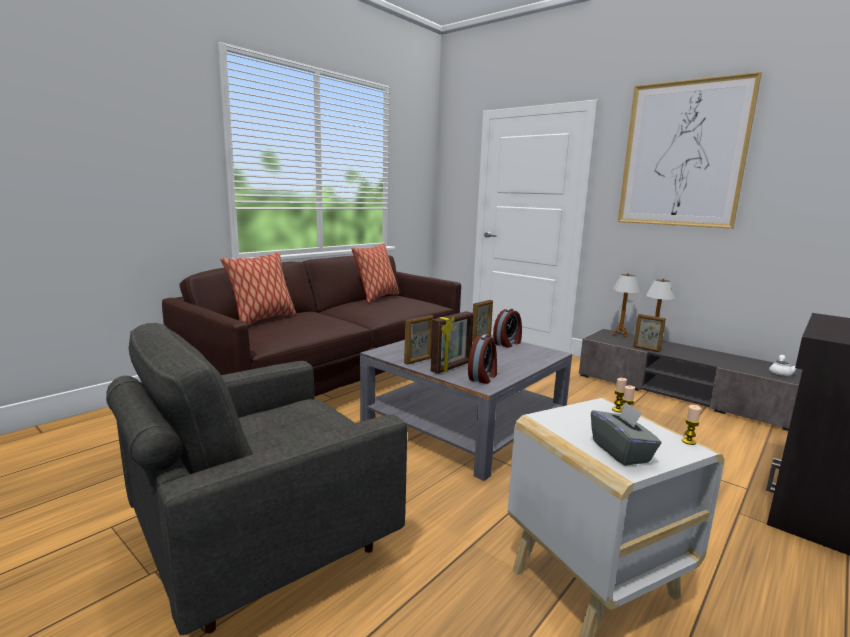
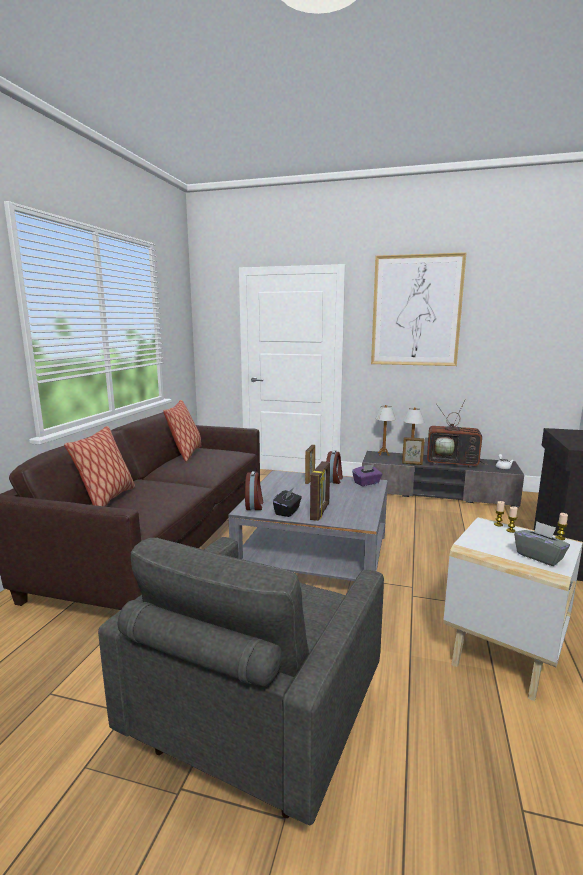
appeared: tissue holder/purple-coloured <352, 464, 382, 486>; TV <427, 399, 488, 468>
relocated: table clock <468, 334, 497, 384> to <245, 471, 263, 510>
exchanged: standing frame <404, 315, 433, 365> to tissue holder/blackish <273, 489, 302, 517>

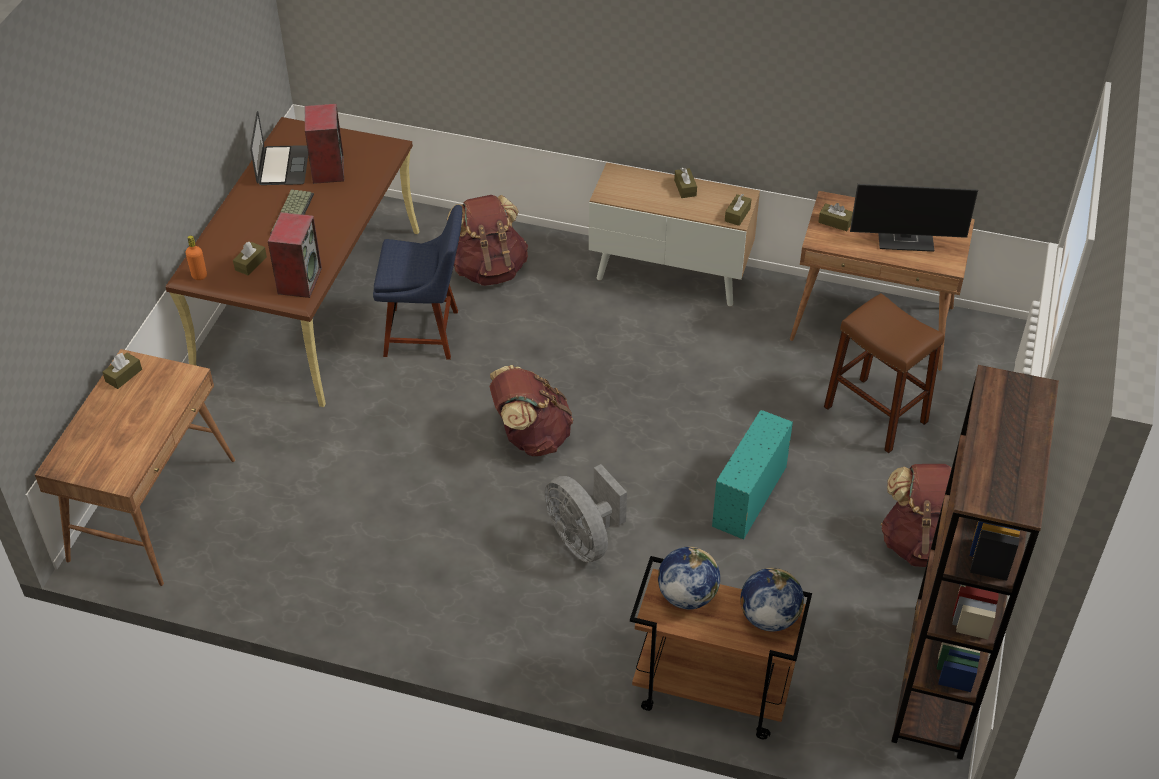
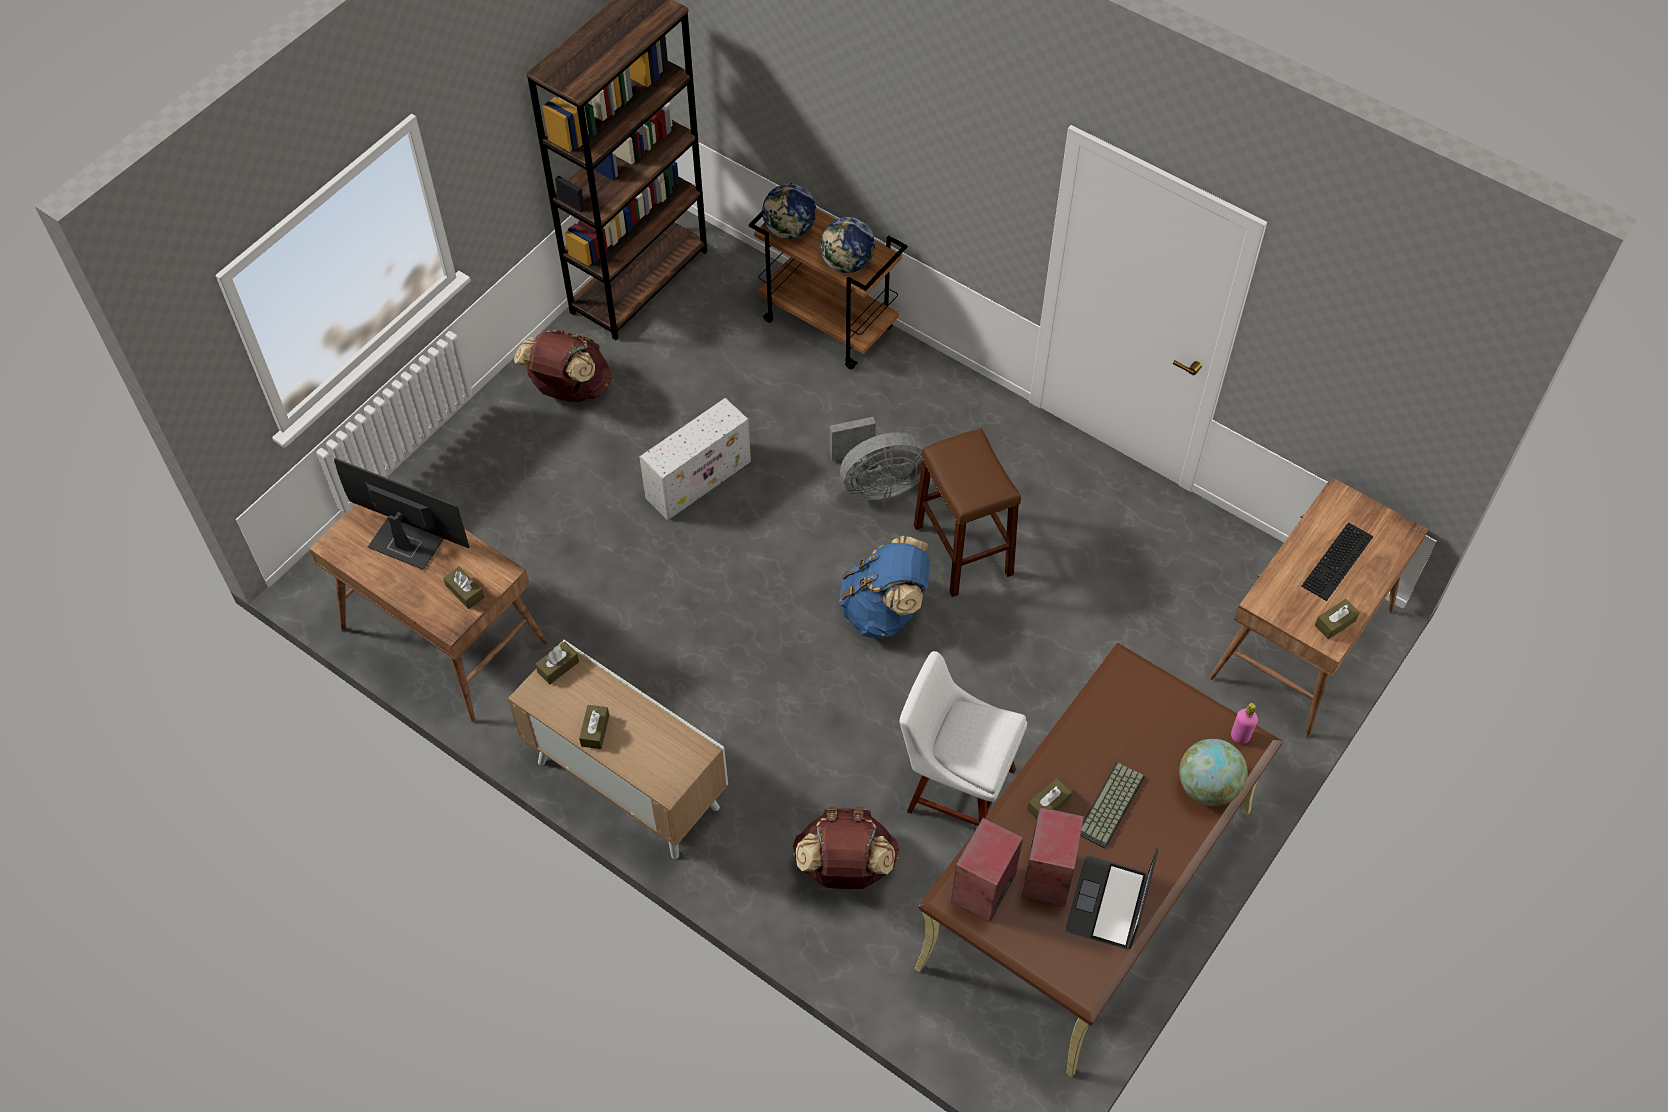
appeared: world globe <1179, 739, 1248, 806>; keyboard <1302, 522, 1374, 601>
relocated: tissue holder/brown <233, 242, 267, 276> to <1027, 778, 1072, 819>; speaker <268, 212, 322, 298> to <951, 818, 1023, 922>; sitting stool/brown <824, 293, 944, 453> to <914, 428, 1021, 597>
colour: drink bottle/orangey <186, 235, 207, 280> to drink bottle/pink-coloured <1231, 703, 1258, 744>; upright chair/blue-coloured <373, 205, 462, 360> to upright chair/white-coloured <900, 651, 1027, 826>; rucksack/brown <489, 365, 573, 456> to rucksack/blue-coloured <840, 536, 930, 639>; storage bin/turquoise <712, 410, 793, 540> to storage bin/white-coloured <639, 398, 751, 520>
spun: electric fan/gray <545, 464, 627, 562> = <830, 417, 926, 500> 90 degrees clockwise

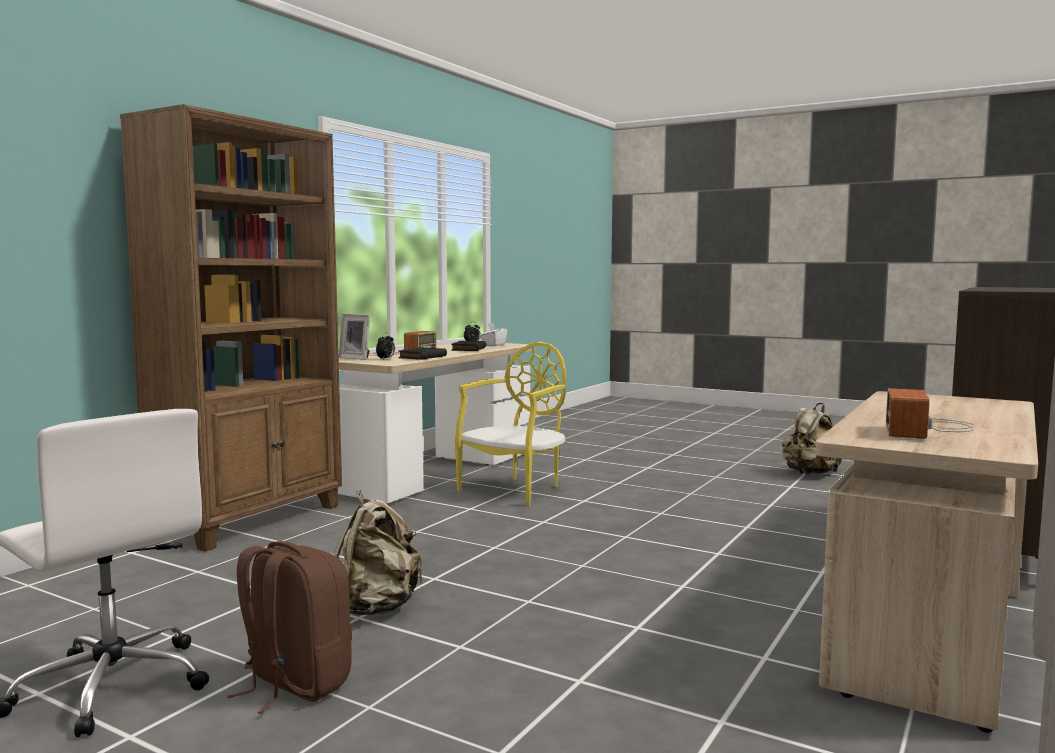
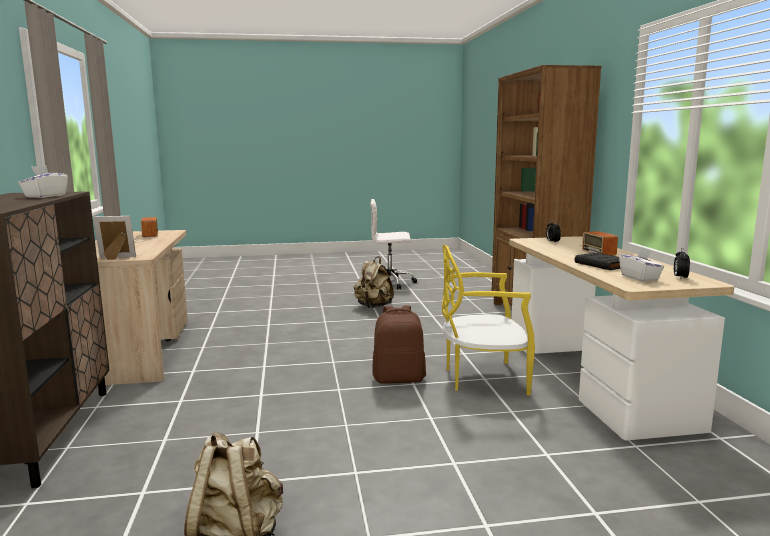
missing: volume/blackish <398, 347, 447, 360>
appeared: tissue holder/white-coloured <18, 165, 68, 198>
relocated: rucksack/brown <227, 541, 352, 714> to <372, 305, 426, 384>; standing frame <339, 314, 370, 360> to <93, 216, 136, 260>
spun: upright chair/yellowish <455, 342, 566, 506> = <442, 245, 535, 396> 90 degrees clockwise

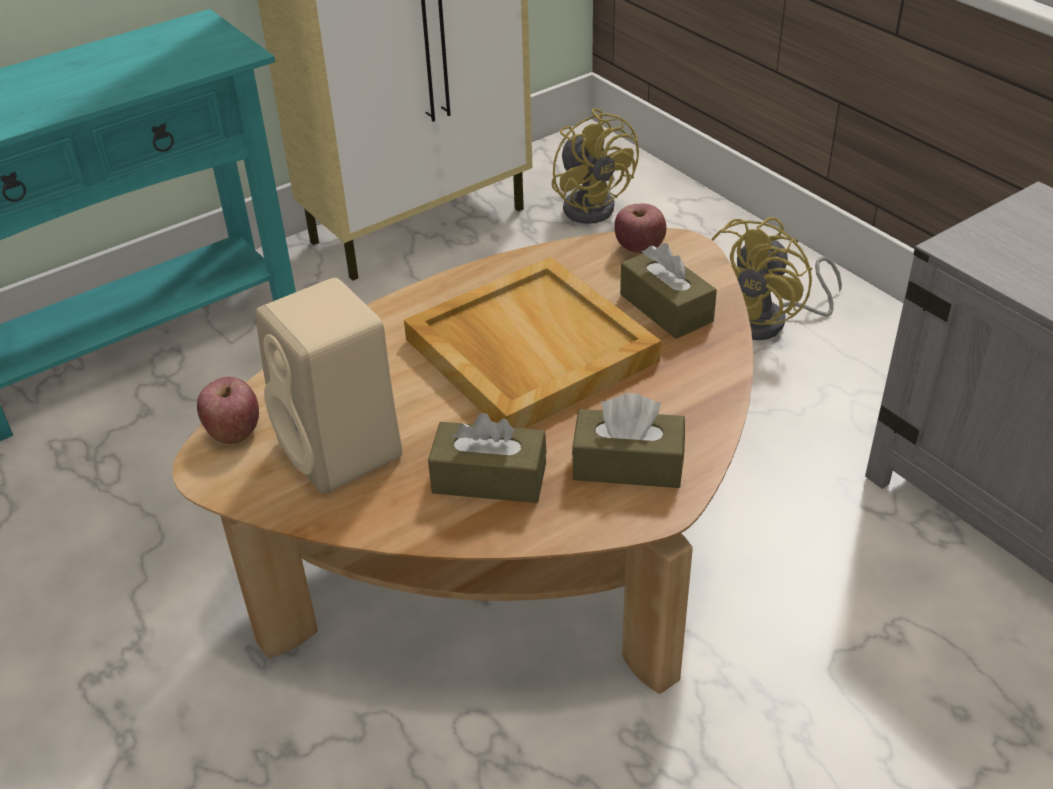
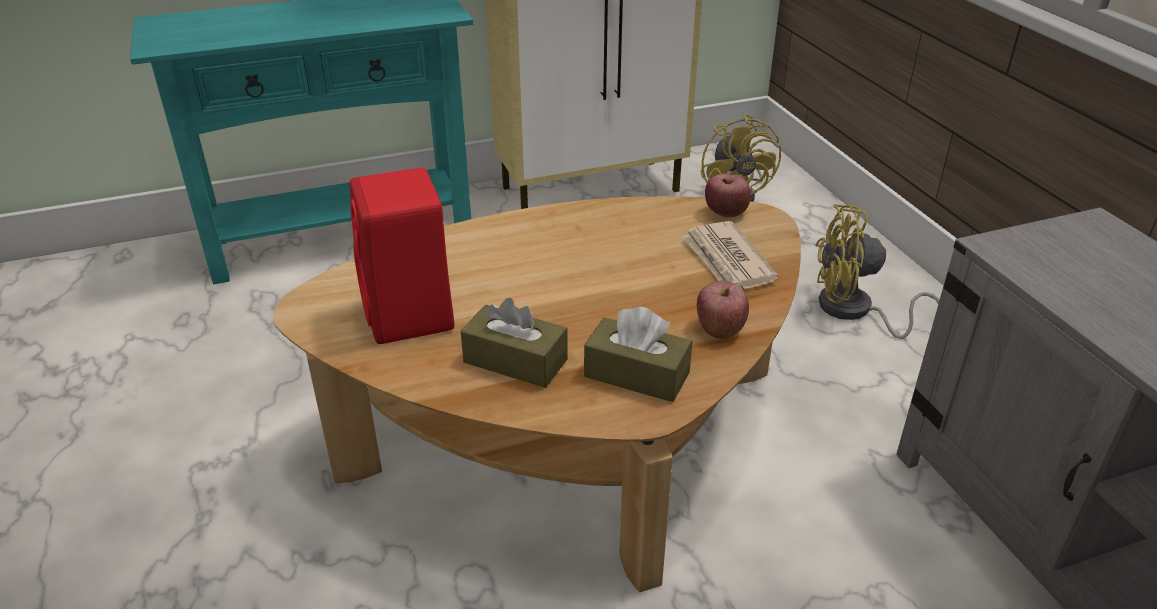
missing: serving tray/beige <404, 257, 661, 429>
relocated: apple fruit <197, 377, 259, 444> to <697, 281, 749, 339>
exchanged: tissue holder/brown <620, 243, 717, 339> to daily paper <682, 221, 778, 290>
colour: speaker/beige <255, 278, 402, 493> to speaker/red <350, 168, 454, 344>
spun: electric fan/yellowish <711, 217, 842, 340> = <815, 204, 940, 339> 45 degrees clockwise

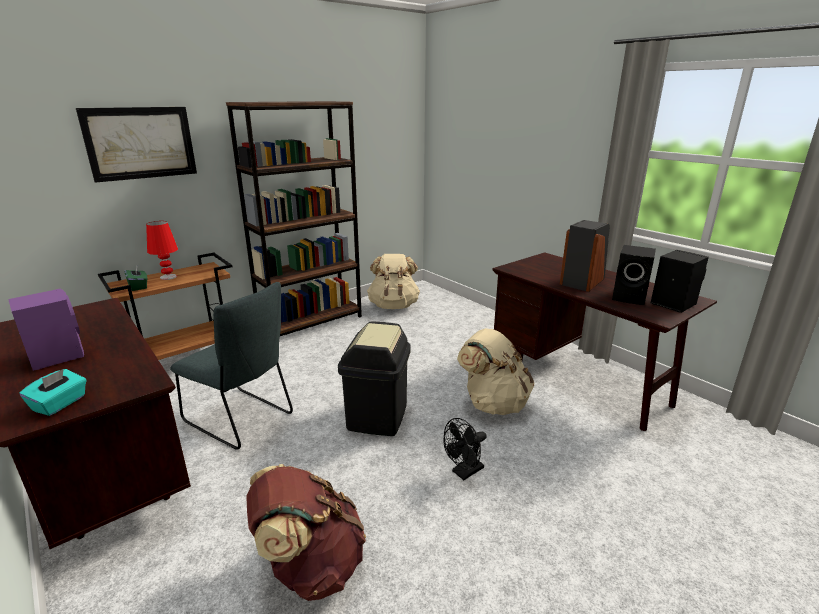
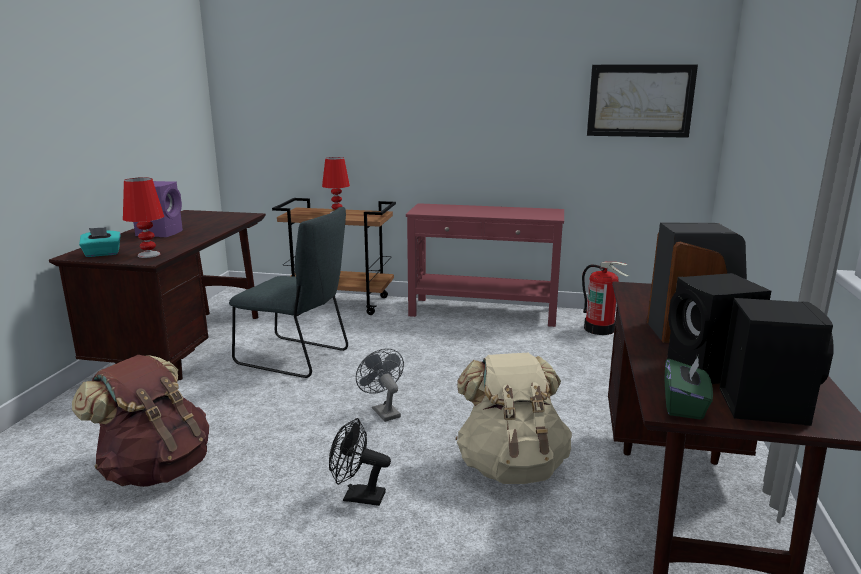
appeared: tabletop lamp/red <123, 177, 164, 258>
relocated: picture <76, 107, 197, 183> to <587, 64, 698, 138>; tissue holder/greenish <125, 267, 147, 291> to <664, 355, 713, 420>
exchanged: shelving unit/brown <226, 101, 362, 336> to narrow table/red <406, 203, 564, 327>; rubbish bin/blackish <338, 321, 411, 436> to electric fan/gray <356, 348, 404, 422>; rucksack/beige <367, 254, 420, 309> to extinguisher <582, 261, 629, 335>
spun: upright chair/gray <170, 282, 293, 450> = <229, 207, 348, 378> 60 degrees counterclockwise

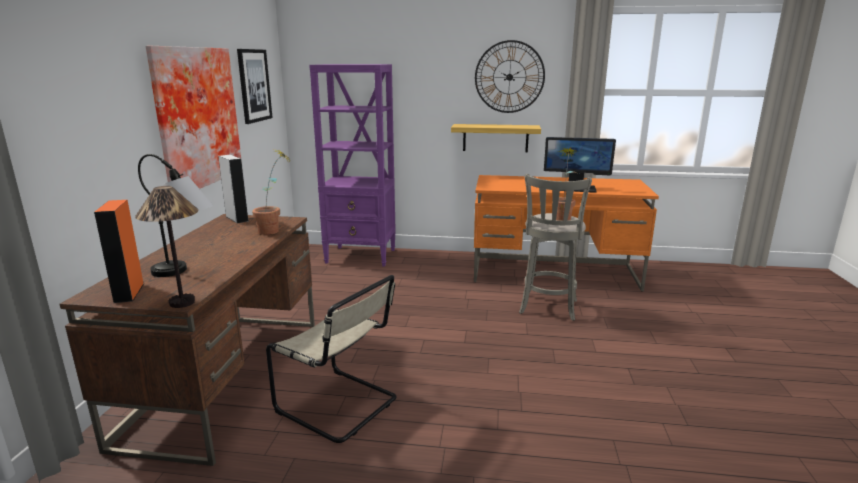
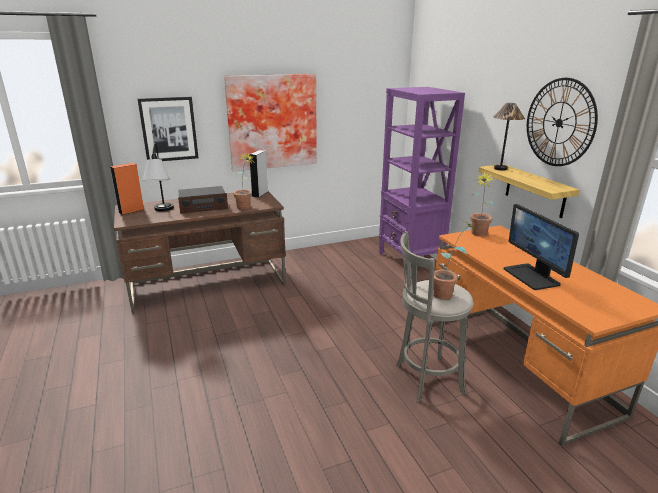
missing: upright chair/beige <266, 275, 397, 443>
appeared: radio set <178, 186, 228, 214>; potted plant <471, 171, 497, 236>
relocated: tabletop lamp <135, 186, 198, 308> to <493, 103, 525, 171>; picture <237, 49, 273, 124> to <138, 97, 198, 161>

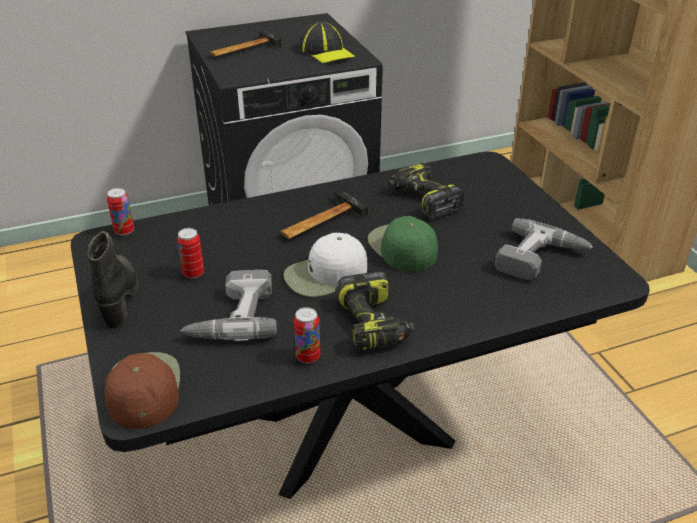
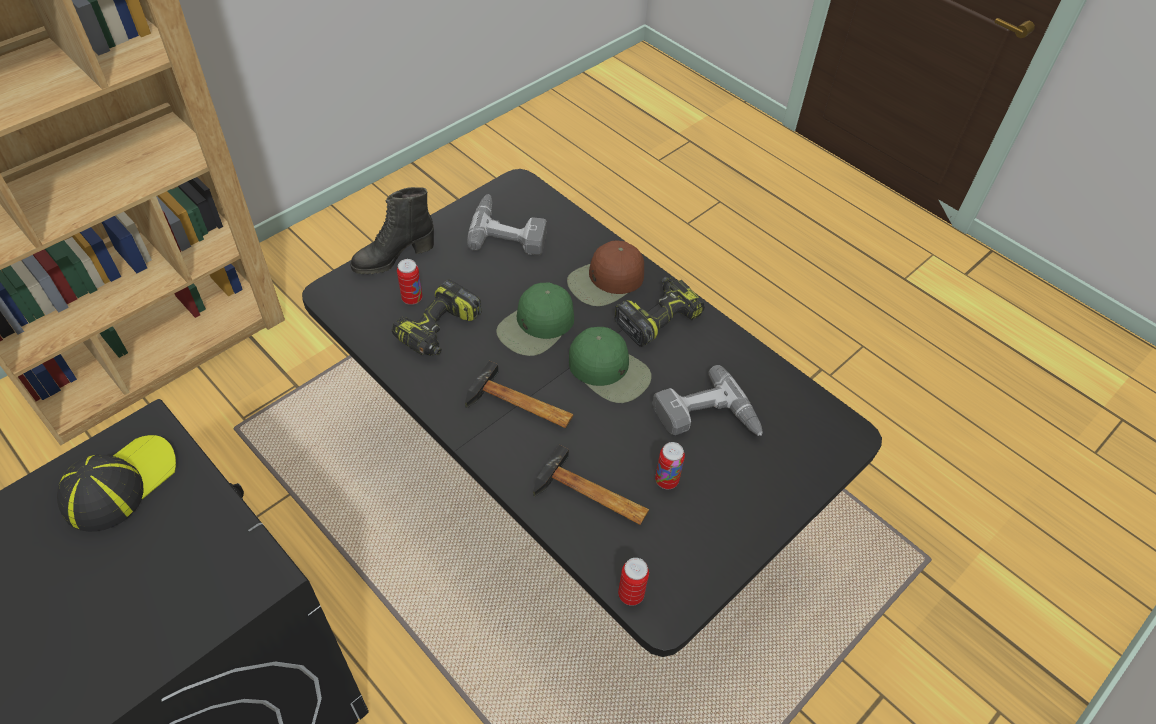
relocated: tall boot/blackish <87, 231, 139, 329> to <350, 187, 434, 274>; baseball cap/brown <104, 352, 180, 429> to <567, 240, 644, 306>; hammer <210, 31, 282, 57> to <533, 445, 649, 525>; can <294, 307, 320, 363> to <397, 259, 422, 305>
colour: baseball cap/white-coloured <284, 233, 367, 297> to baseball cap/greenish <569, 327, 652, 403>

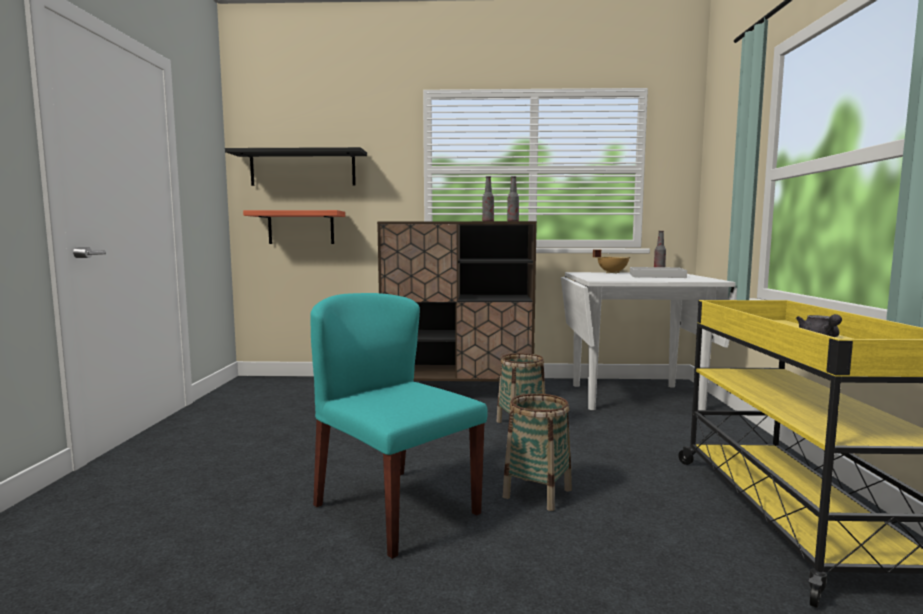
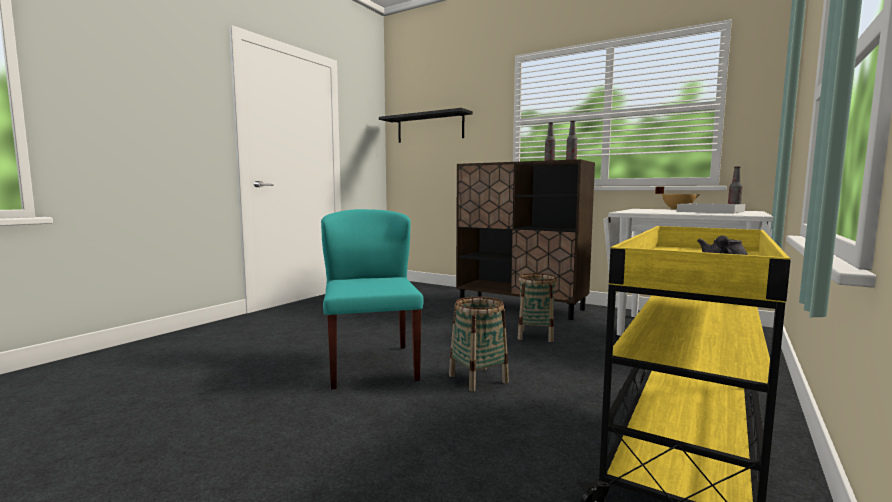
missing: bracket shelf <243, 210, 345, 244>

